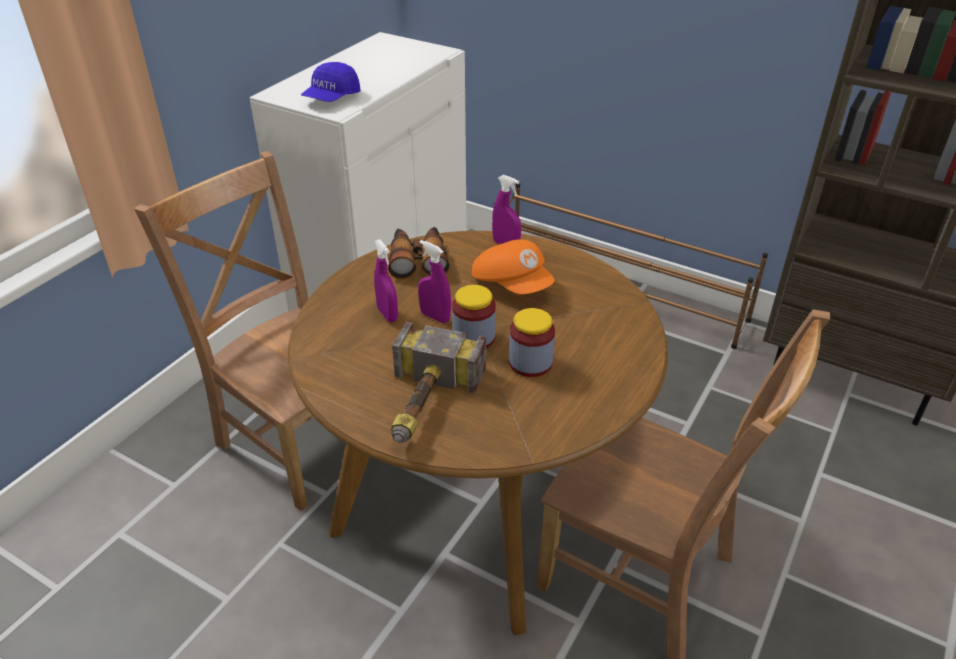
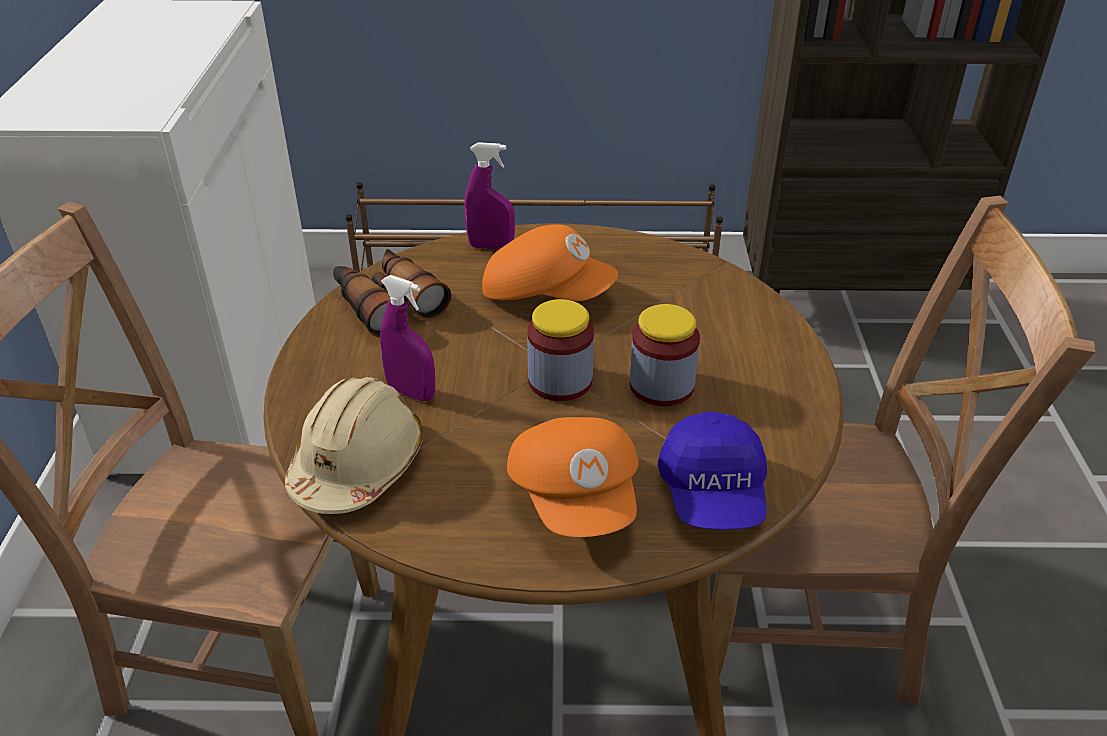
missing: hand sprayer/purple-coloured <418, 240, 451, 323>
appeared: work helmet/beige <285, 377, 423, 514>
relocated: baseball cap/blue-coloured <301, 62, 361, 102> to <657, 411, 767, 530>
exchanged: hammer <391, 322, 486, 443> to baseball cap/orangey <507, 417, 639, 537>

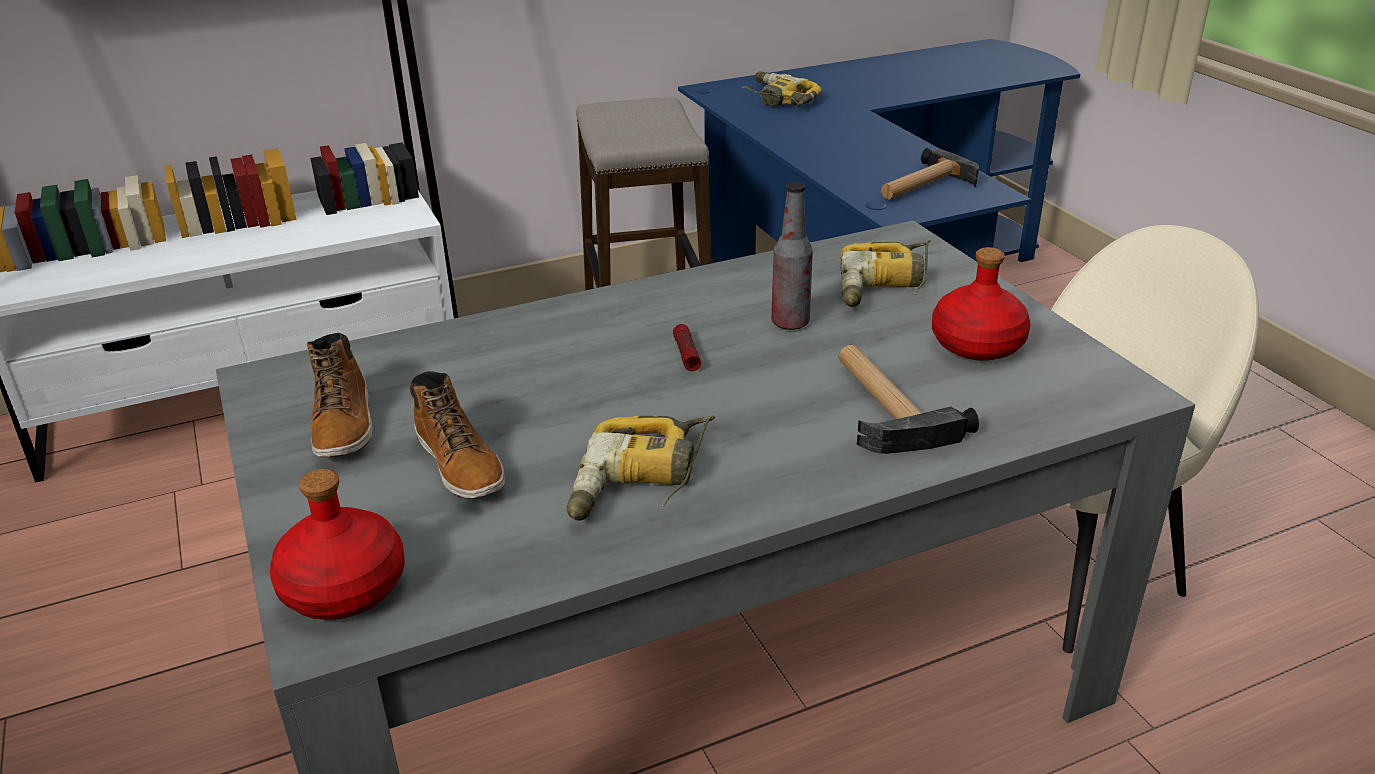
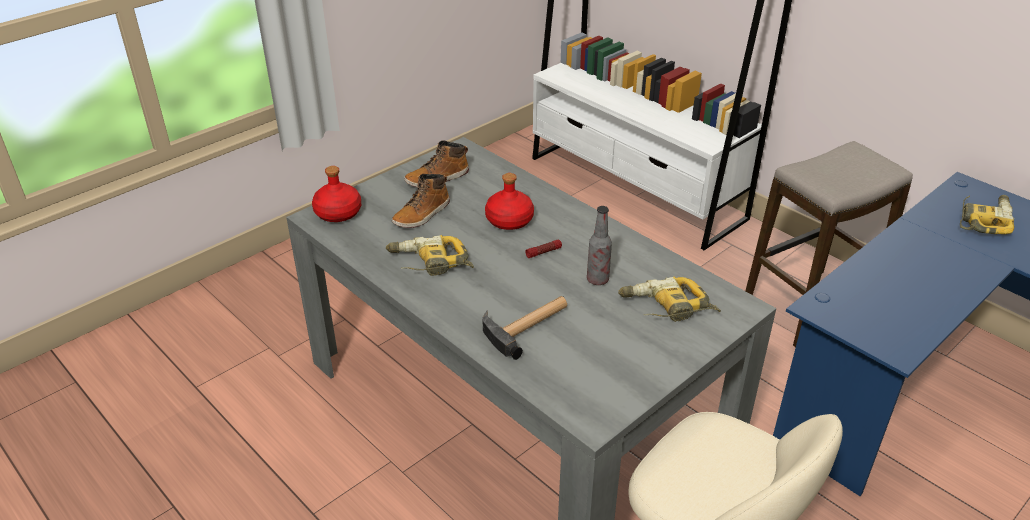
missing: hammer <881, 148, 979, 199>
relocated: drink bottle/red <932, 247, 1031, 361> to <485, 173, 534, 230>

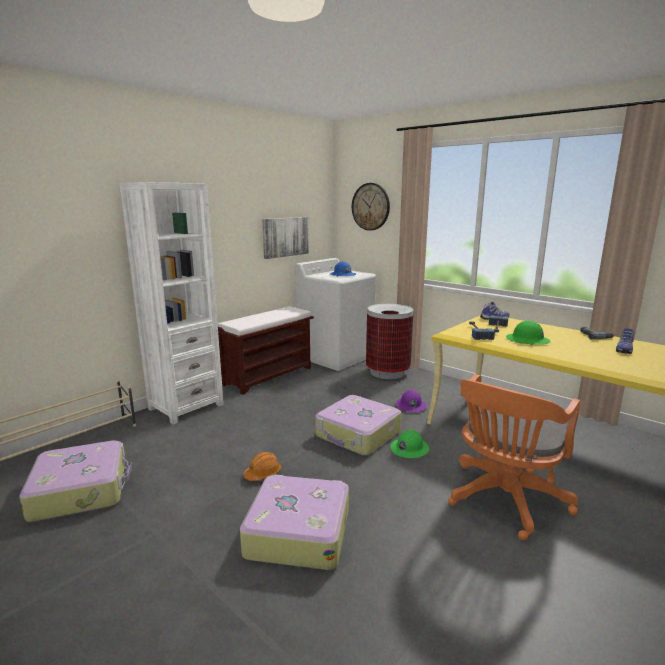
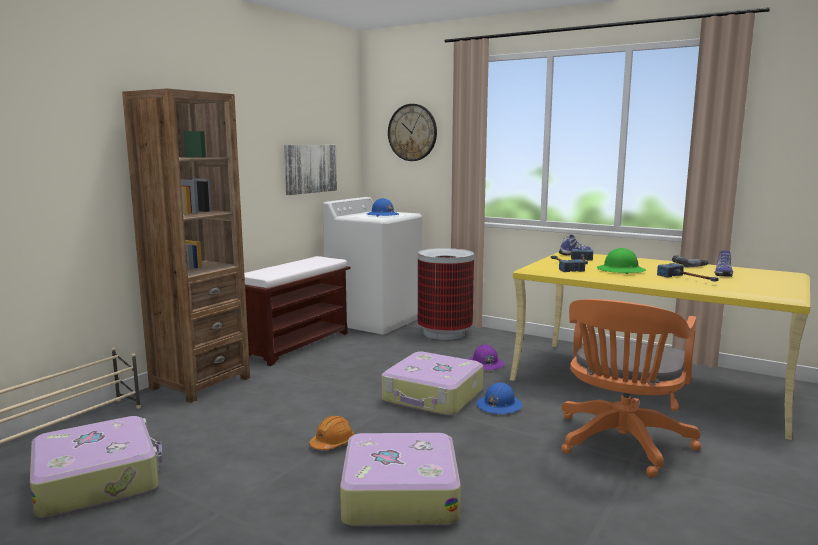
appeared: hammer <657, 263, 719, 281>
colour: shelving unit/white-coloured <120, 182, 224, 424> to shelving unit/brown <122, 88, 250, 403>; work helmet/greenish <391, 430, 429, 458> to work helmet/blue-coloured <477, 382, 522, 414>

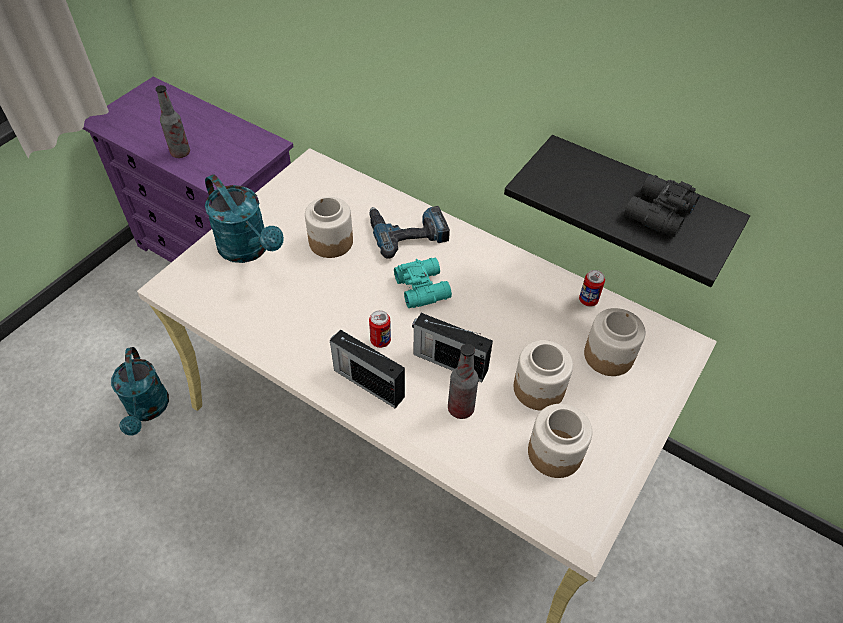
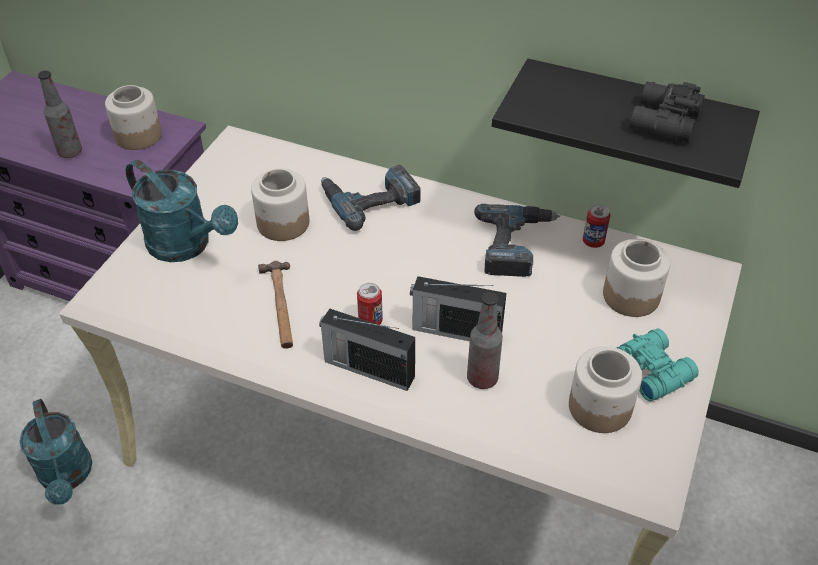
appeared: hammer <258, 261, 293, 349>; drill <474, 204, 560, 277>
relocated: pair of binoculars/turquoise <394, 258, 452, 308> to <616, 328, 699, 401>; jar <514, 340, 573, 411> to <105, 85, 162, 150>

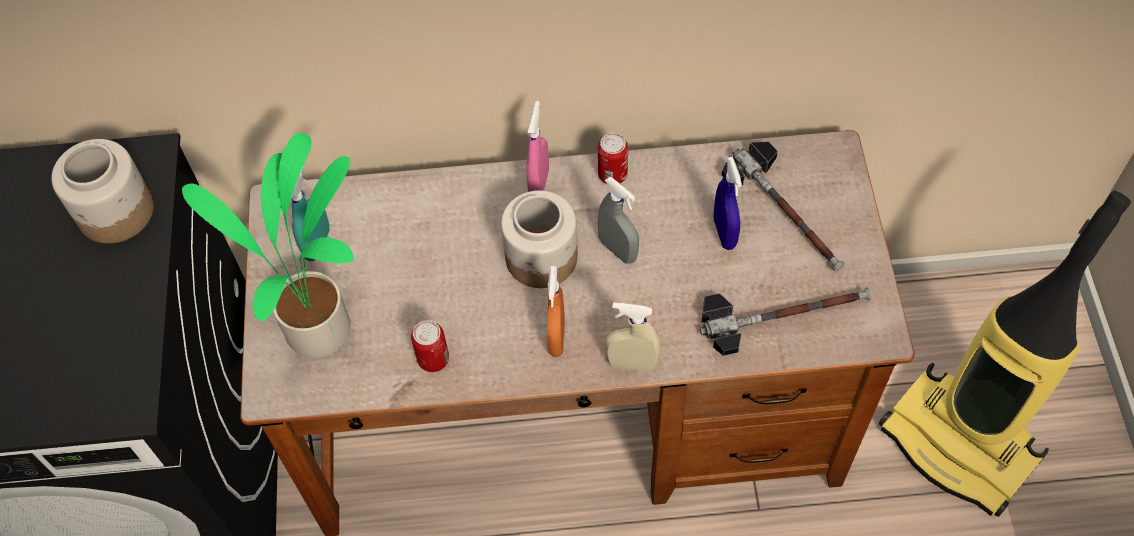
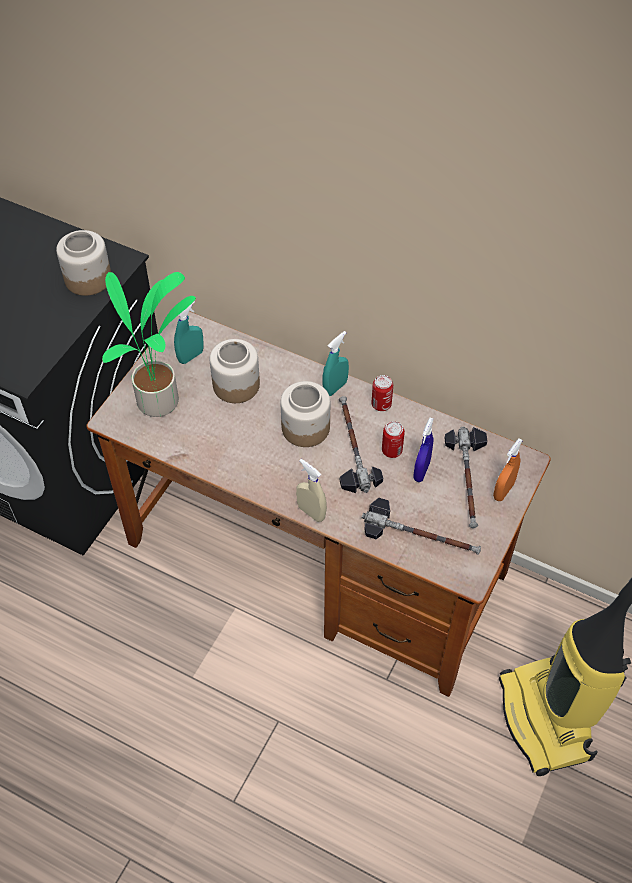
appeared: jar <210, 339, 260, 403>
relocated: can <411, 320, 449, 372> to <382, 421, 405, 458>; hand sprayer/orangey <547, 266, 565, 357> to <493, 439, 523, 501>
exchanged: hand sprayer/gray <598, 177, 639, 264> to hammer <339, 396, 383, 493>
colour: hand sprayer/pink-coloured <526, 101, 549, 192> to hand sprayer/turquoise <322, 331, 349, 396>

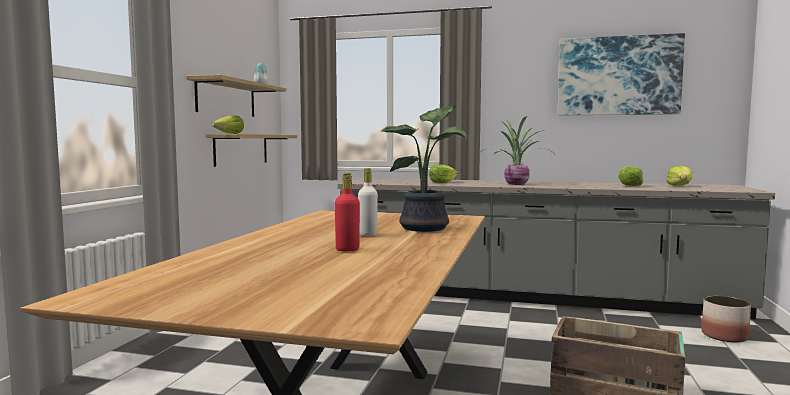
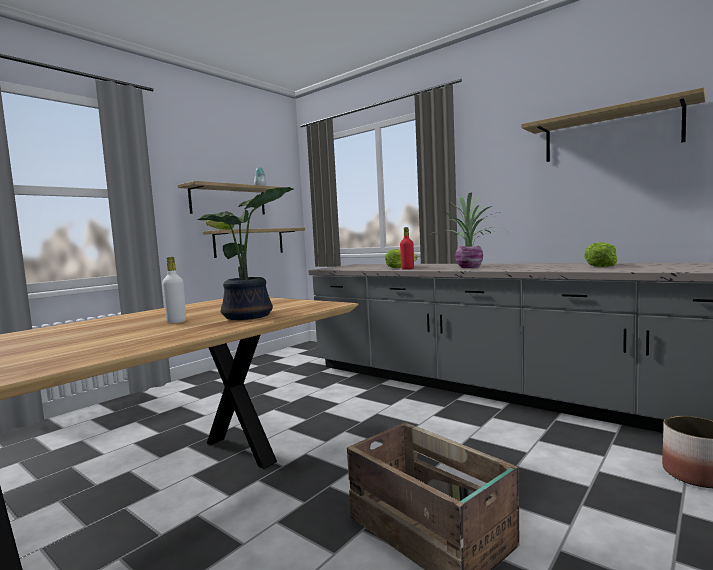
missing: lettuce head <666, 166, 693, 186>
relocated: drink bottle/red <335, 173, 360, 252> to <400, 227, 414, 270>
exchanged: picture <557, 33, 685, 115> to bracket shelf <521, 87, 706, 162>

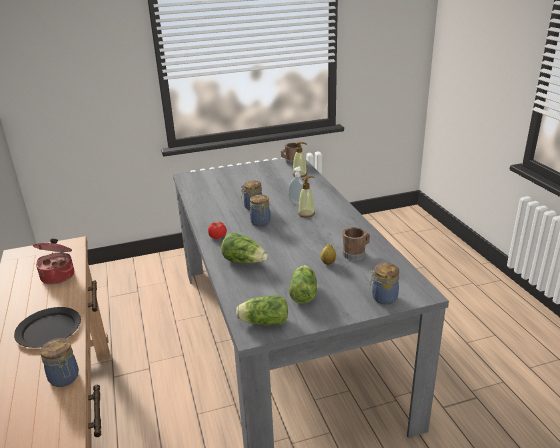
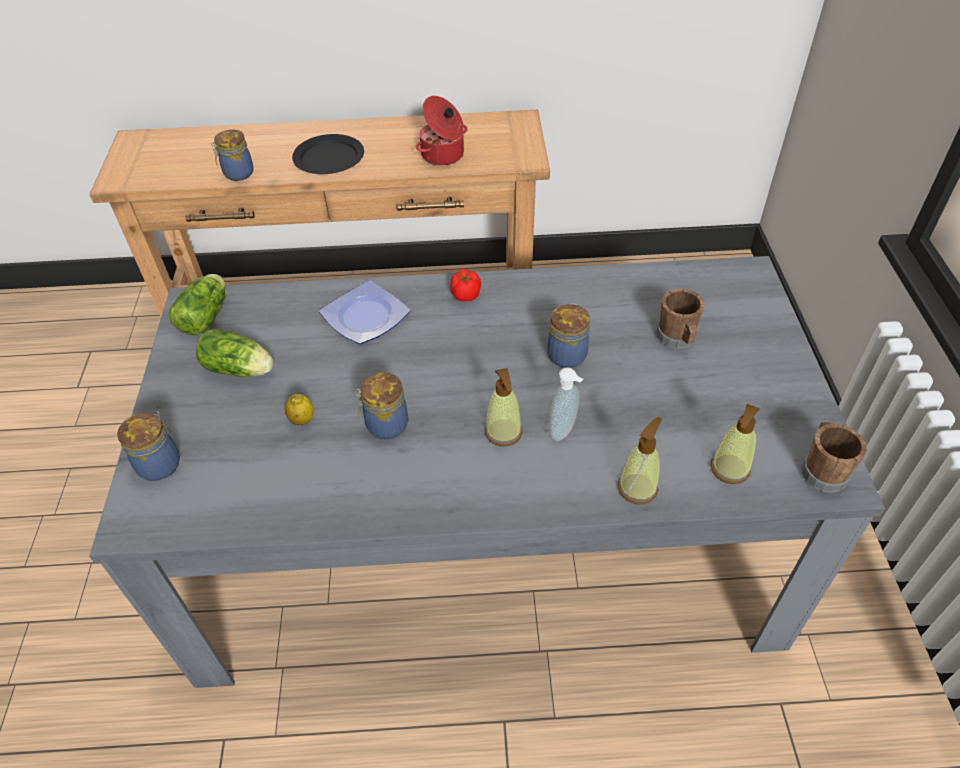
appeared: soap dispenser <618, 417, 662, 504>
relocated: jar <250, 195, 271, 227> to <355, 372, 408, 439>; mug/brown <343, 227, 370, 261> to <657, 289, 705, 349>
exchanged: lettuce head <221, 233, 268, 263> to flat dish <319, 280, 410, 344>

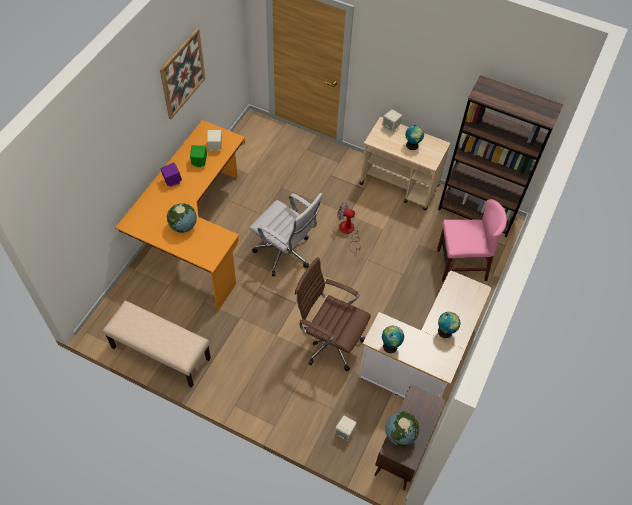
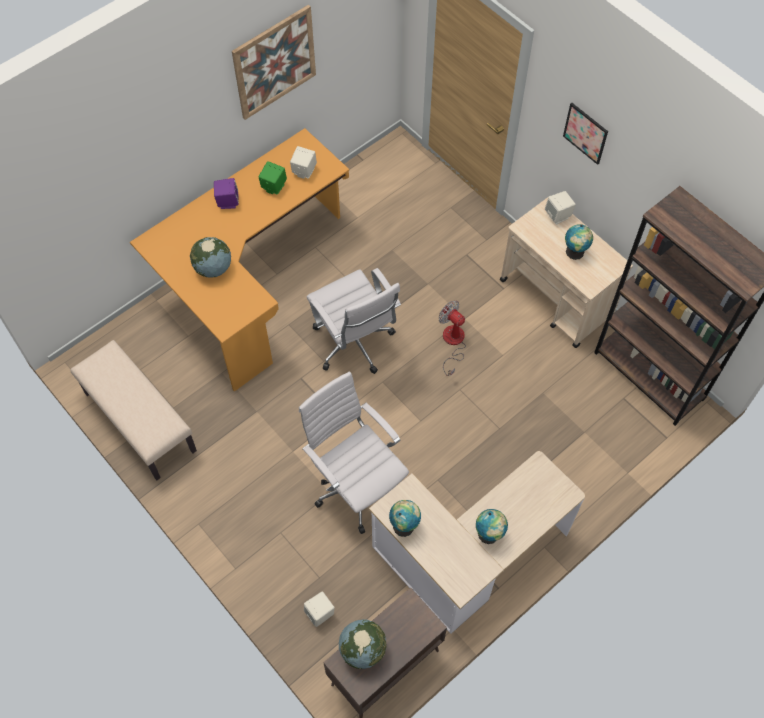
missing: upright chair/pink-coloured <437, 199, 507, 282>
appeared: picture <563, 103, 608, 165>
colour: office chair/brown <294, 257, 371, 372> to office chair/white-coloured <299, 371, 409, 534>

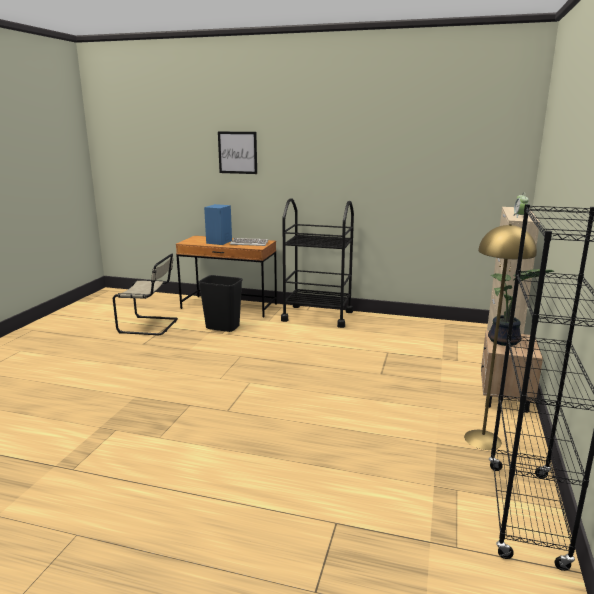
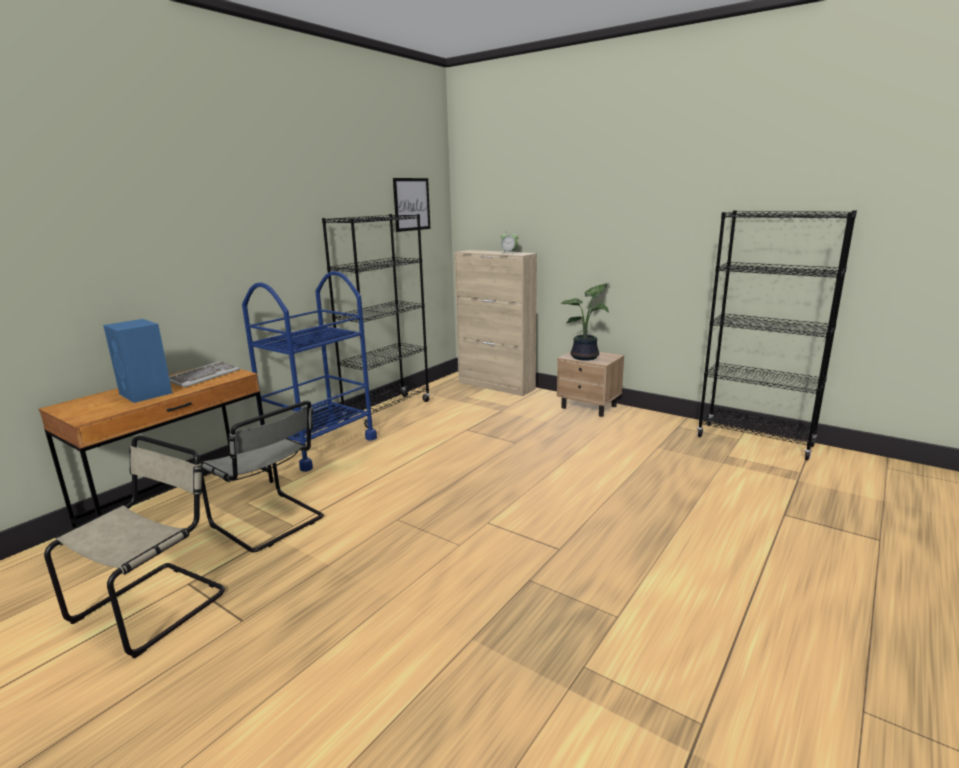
missing: standard lamp/yellowish <464, 224, 537, 450>
appeared: shelving unit/blackish <322, 214, 430, 428>
relocated: picture <218, 131, 257, 174> to <393, 178, 430, 232>
exchanged: rubbish bin/blackish <198, 275, 243, 332> to upright chair/gray <200, 401, 324, 552>
colour: wheeled cart/blackish <281, 198, 354, 328> to wheeled cart/blue-coloured <242, 271, 377, 472>

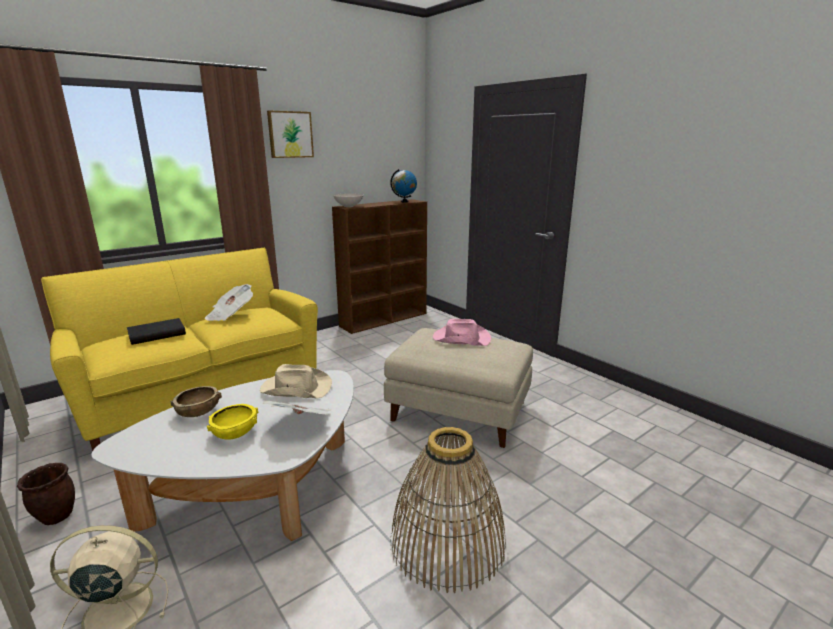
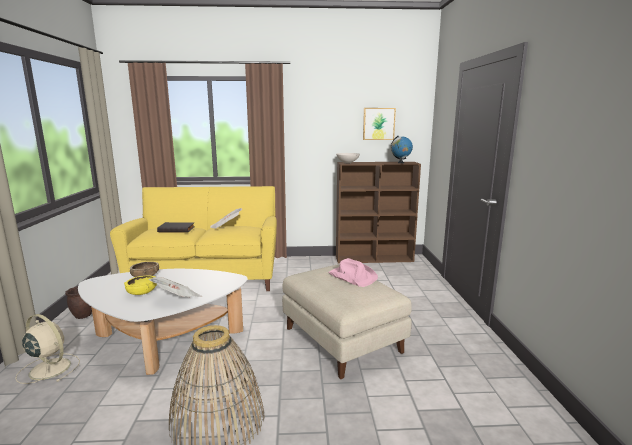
missing: clothing hat/beige <260, 364, 332, 398>
relocated: picture <267, 110, 314, 158> to <363, 108, 396, 140>

